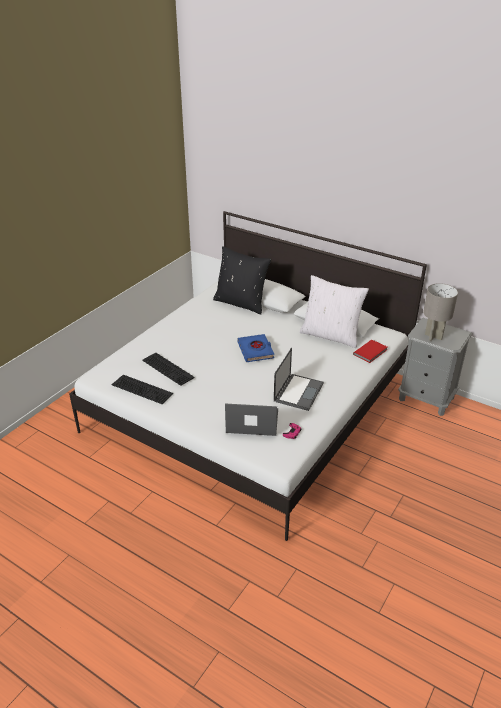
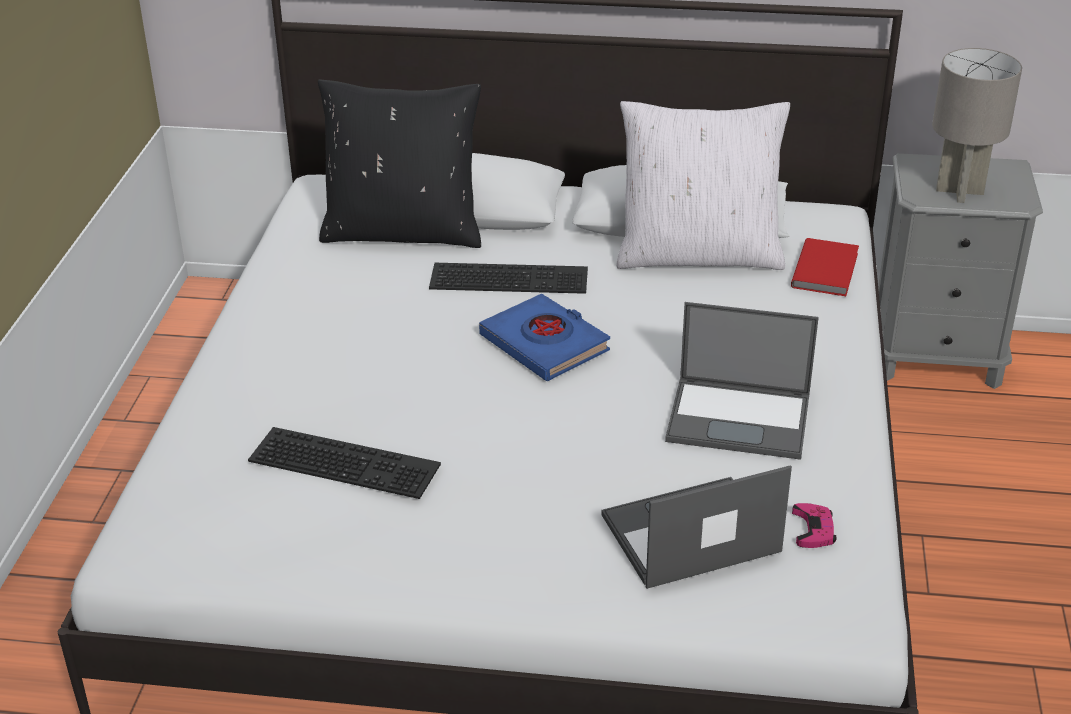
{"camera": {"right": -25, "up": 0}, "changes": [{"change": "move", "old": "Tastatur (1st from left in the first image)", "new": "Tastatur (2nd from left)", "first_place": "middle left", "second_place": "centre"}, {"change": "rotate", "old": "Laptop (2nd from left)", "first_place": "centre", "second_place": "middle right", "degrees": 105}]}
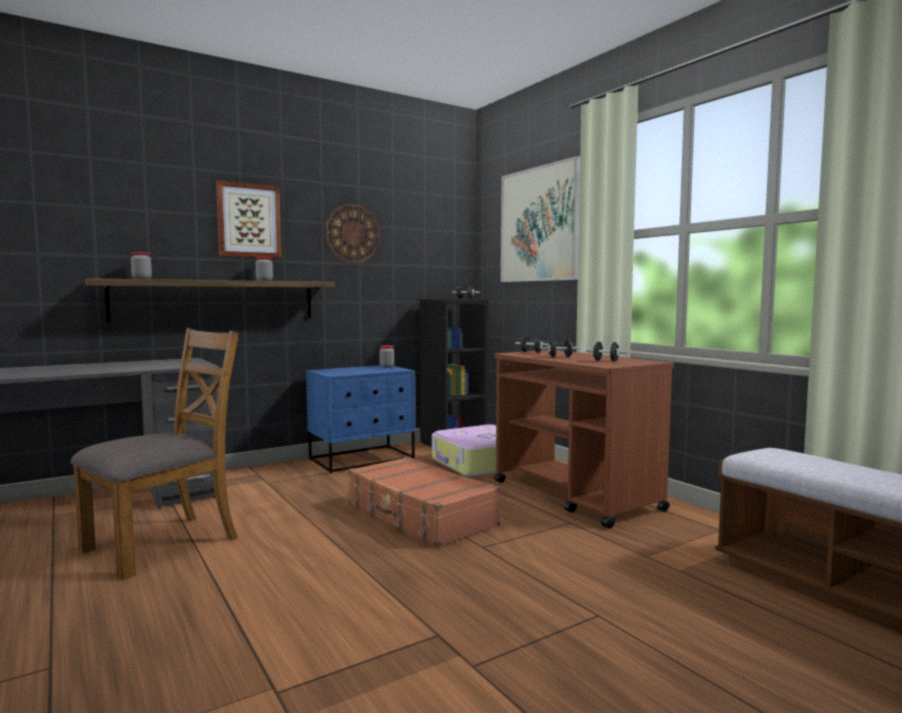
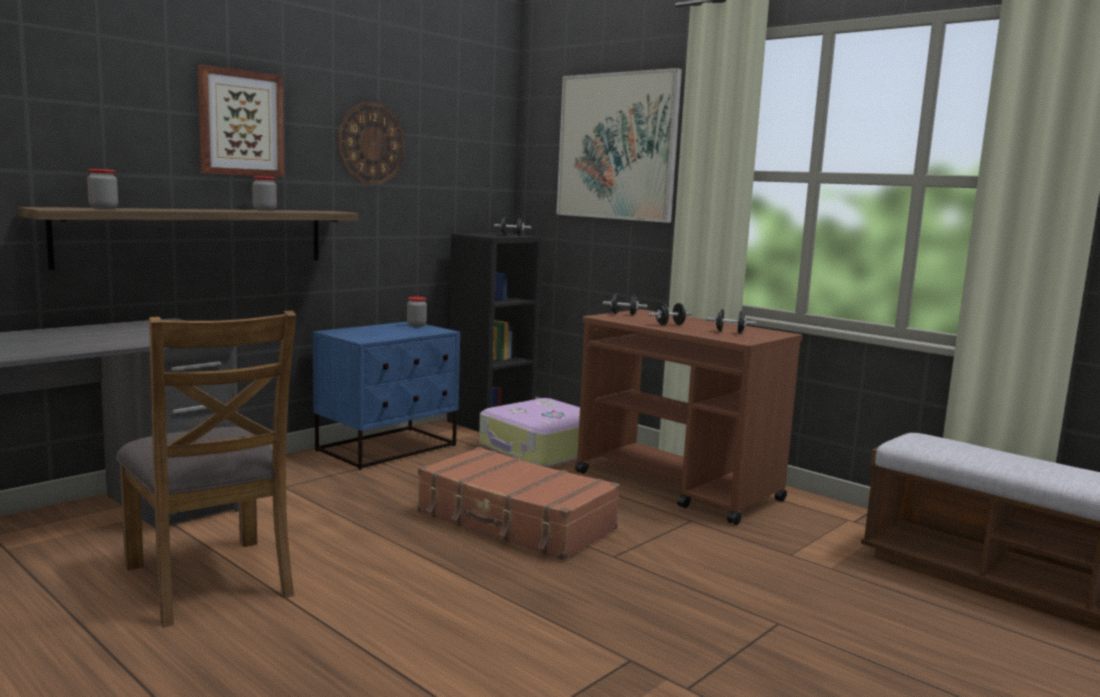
{"camera": {"right": -15, "up": 5}, "changes": [{"change": "rotate", "old": "Stuhl (braun)", "first_place": "middle left", "second_place": "bottom left", "degrees": 120}]}
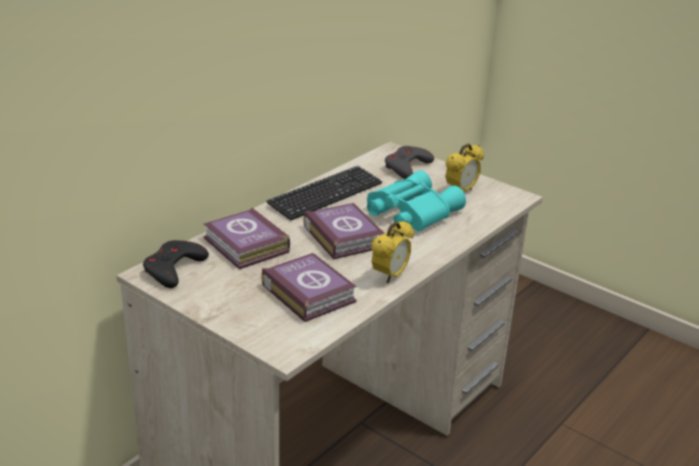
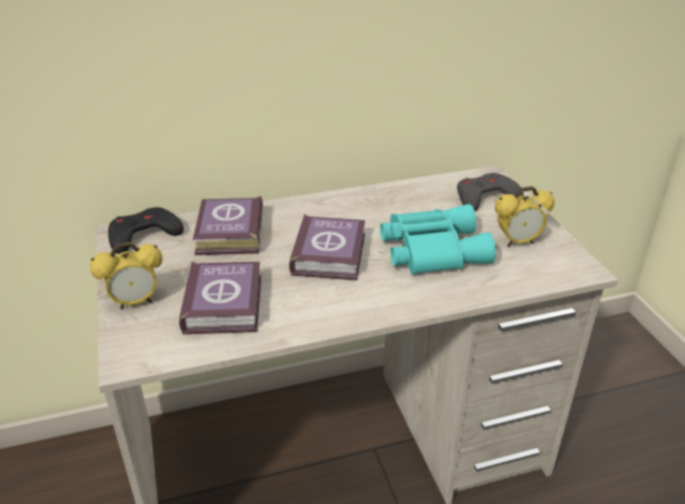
{"camera": {"right": 35, "up": 5}, "changes": [{"change": "move", "old": "Wecker (1st from left)", "first_place": "centre", "second_place": "middle left"}, {"change": "delete", "old": "Tastatur", "first_place": "centre"}]}
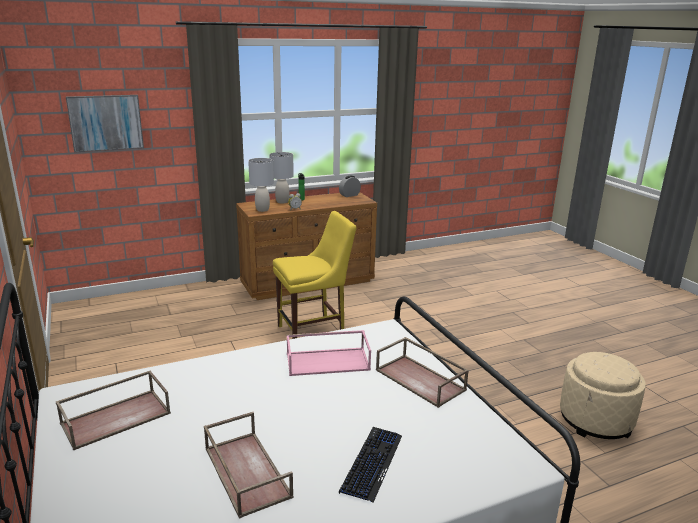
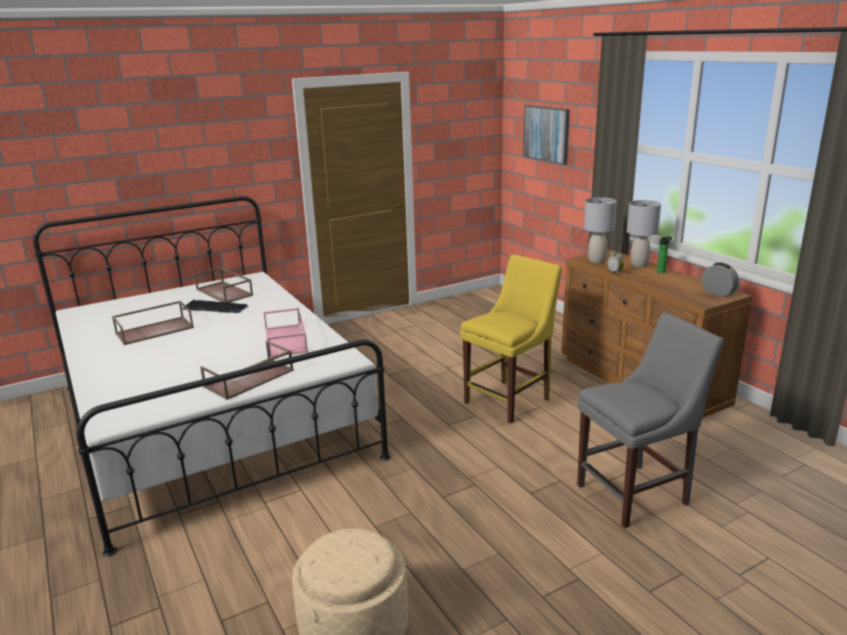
{"camera": {"right": 85, "up": 0}, "changes": [{"change": "move", "old": "Tastatur", "first_place": "bottom centre", "second_place": "middle left"}, {"change": "rotate", "old": "Stuhl (gelb)", "first_place": "centre", "second_place": "centre", "degrees": -105}, {"change": "insert", "new": "Stuhl (grau)", "second_place": "middle right"}]}
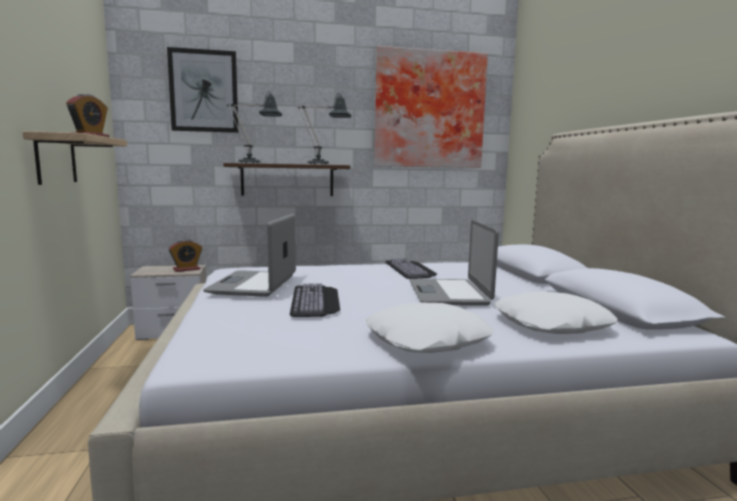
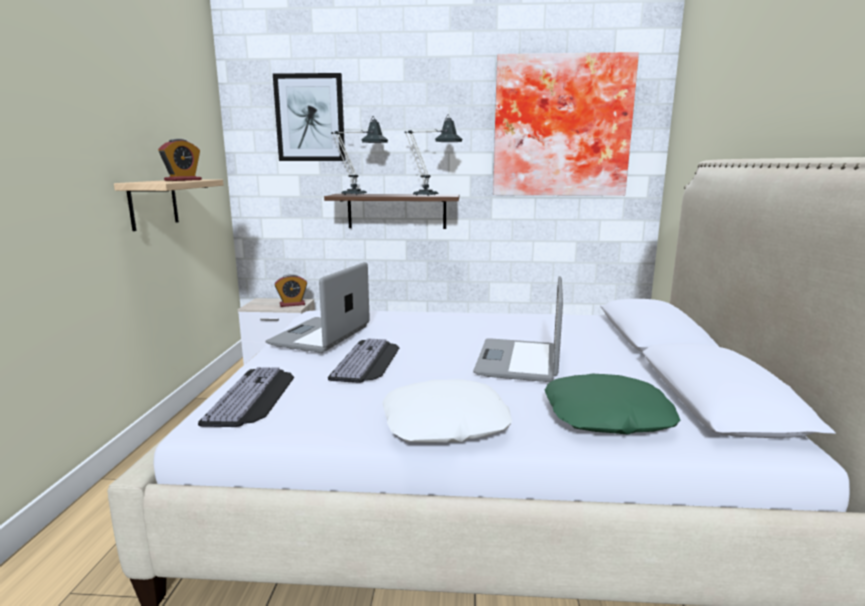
{"camera": {"right": 15, "up": 5}, "changes": [{"change": "move", "old": "Tastatur (2nd from left in the first image)", "new": "Tastatur (1st from left)", "first_place": "centre", "second_place": "middle left"}, {"change": "recolor", "old": "Kissen (weiß) (2nd from left)", "new": "Kissen (grün)", "first_place": "middle right", "second_place": "bottom right"}]}
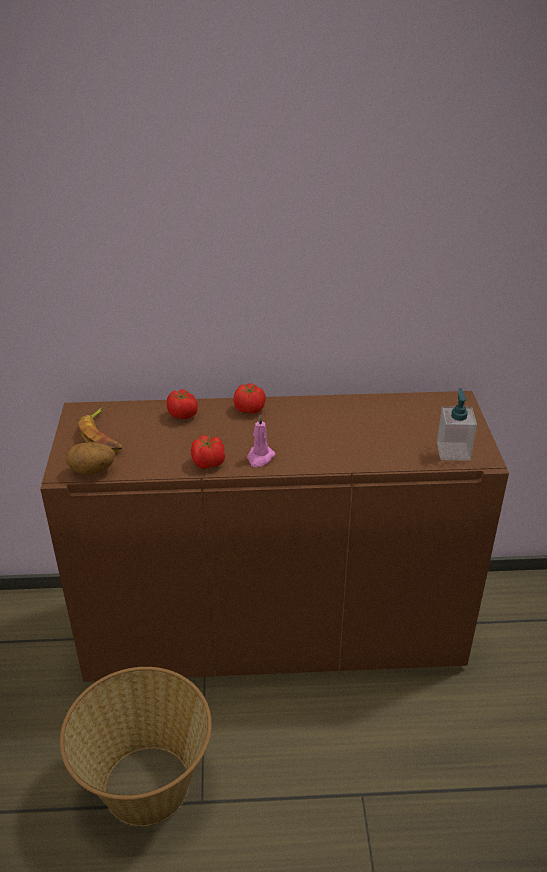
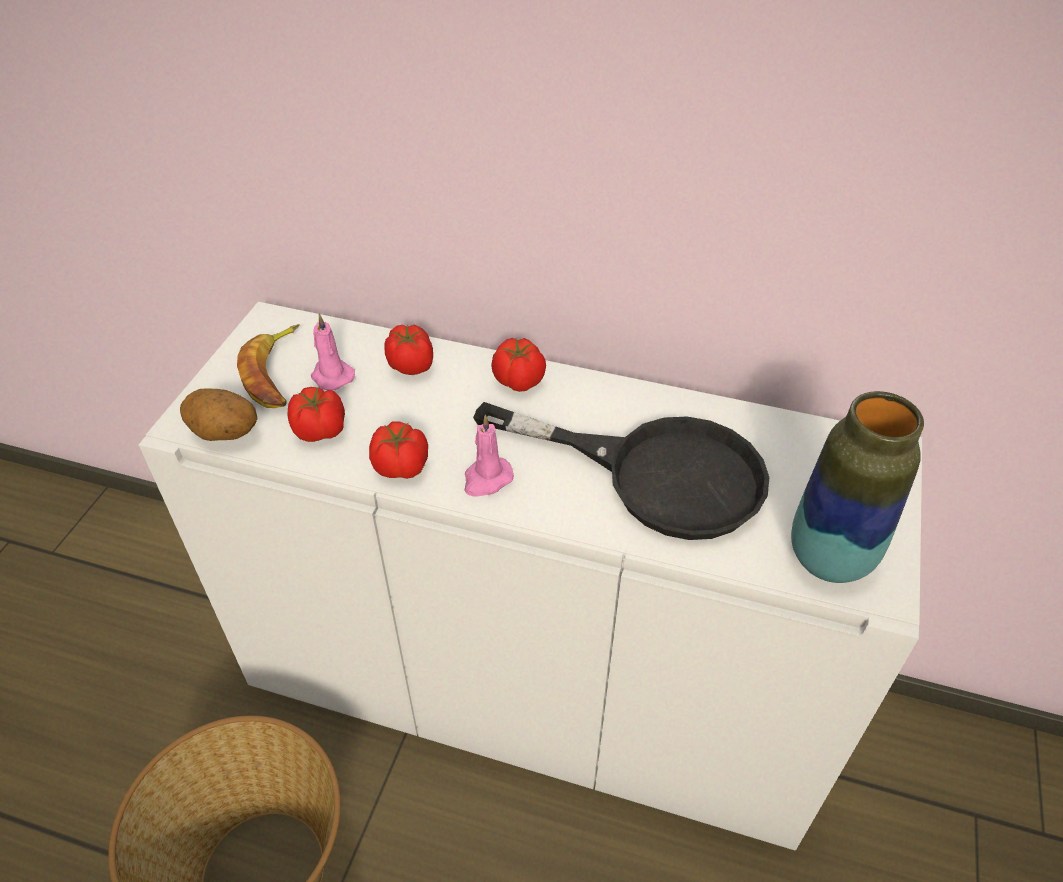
{"camera": {"right": 20, "up": 10}, "changes": [{"change": "recolor", "old": "Schrank (braun)", "new": "Schrank (weiß)", "first_place": "centre", "second_place": "centre"}, {"change": "insert", "new": "Tomate (1st from left)", "second_place": "middle left"}, {"change": "insert", "new": "Kerze (rosa) (1st from left)", "second_place": "middle left"}, {"change": "insert", "new": "Pfanne (schwarz)", "second_place": "centre"}, {"change": "replace", "old": "Seifenspender", "new": "Vase", "first_place": "middle right", "second_place": "middle right"}]}
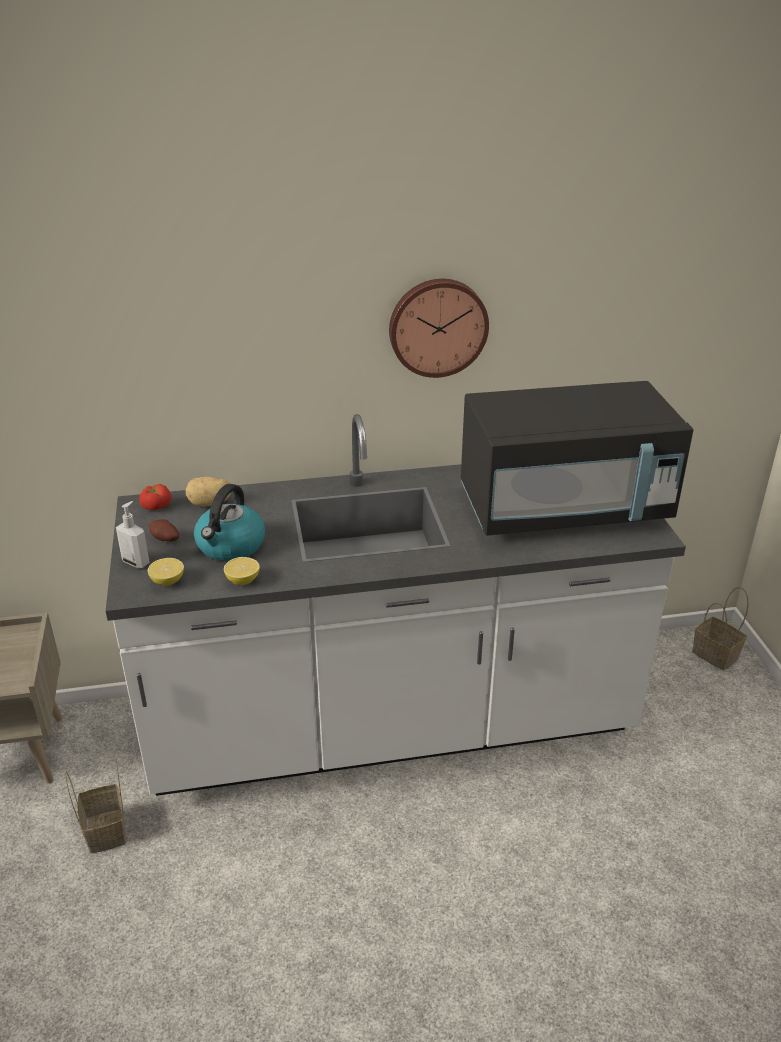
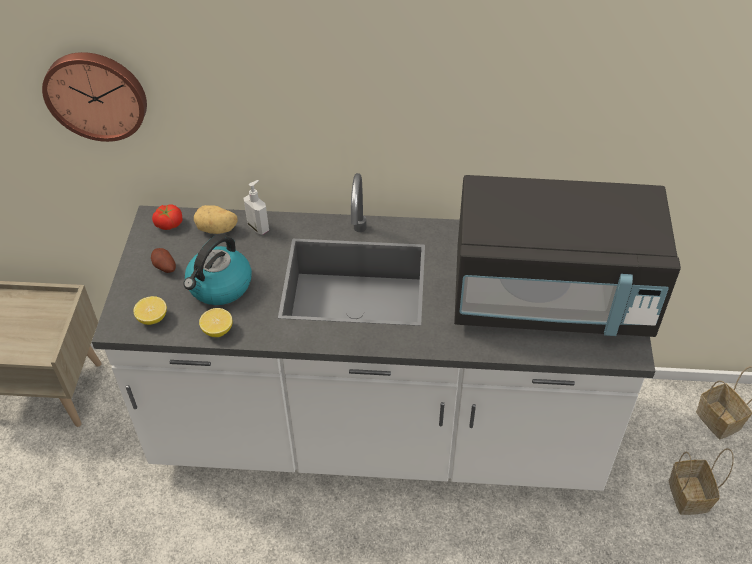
{"camera": {"right": 15, "up": 15}, "changes": [{"change": "move", "old": "Wanduhr", "first_place": "top centre", "second_place": "top left"}, {"change": "move", "old": "Seifenspender", "first_place": "middle left", "second_place": "centre"}, {"change": "move", "old": "Korb (1st from left)", "first_place": "bottom left", "second_place": "bottom right"}]}
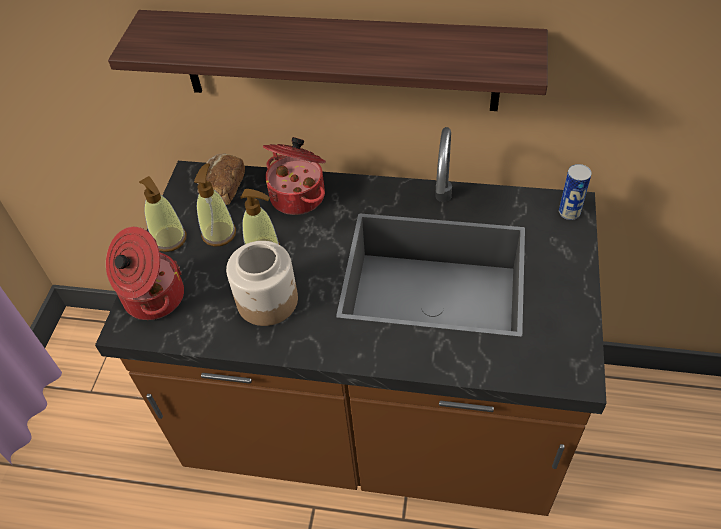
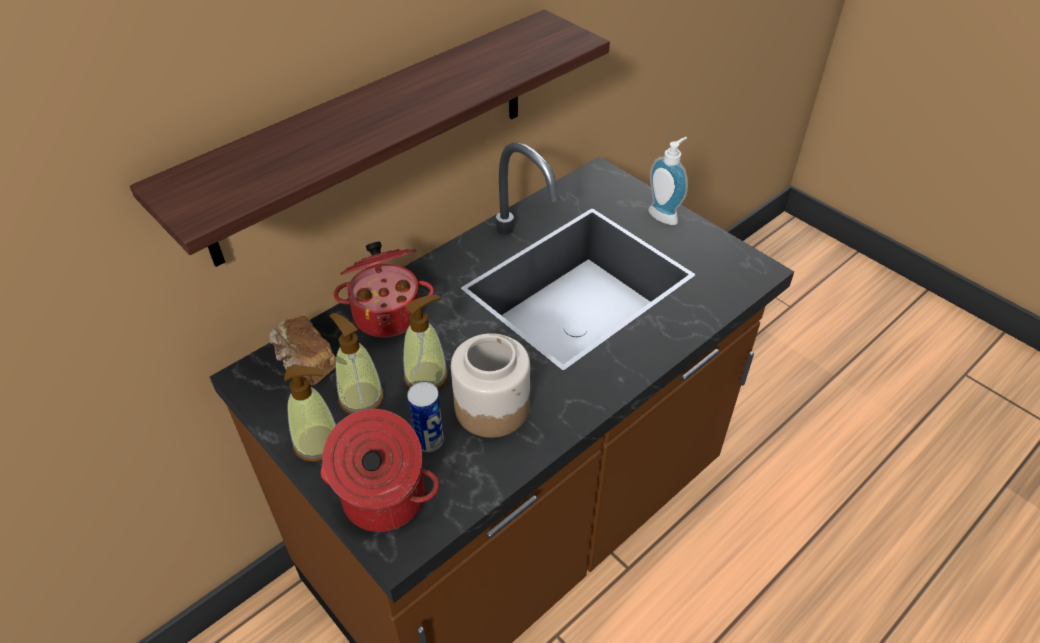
{"camera": {"right": -55, "up": -5}, "changes": [{"change": "move", "old": "Dose", "first_place": "middle right", "second_place": "centre"}, {"change": "insert", "new": "Seifenspender (4th from left)", "second_place": "top centre"}]}
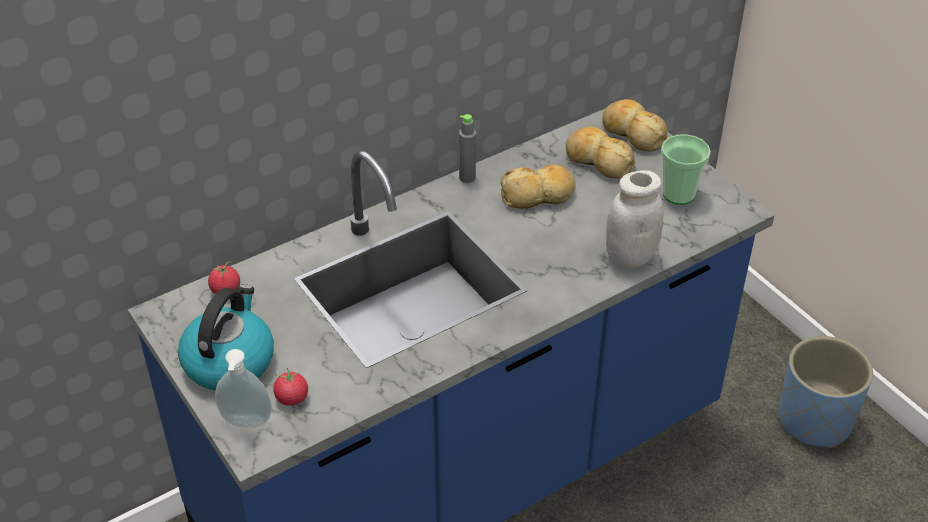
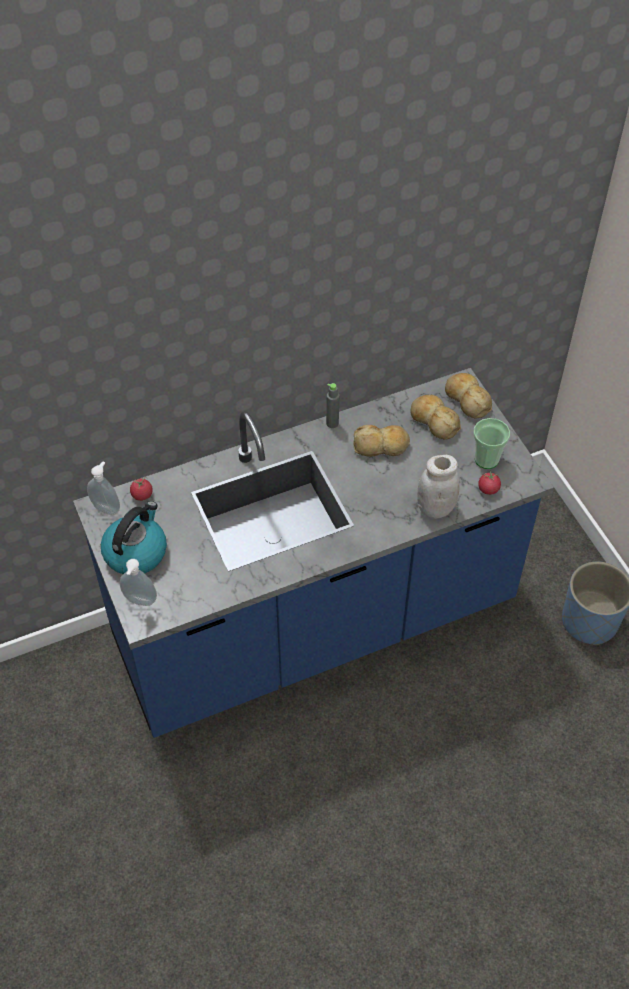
{"camera": {"right": 10, "up": 10}, "changes": [{"change": "insert", "new": "Seifenspender (1st from left)", "second_place": "middle left"}, {"change": "move", "old": "Tomate (2nd from left)", "first_place": "bottom left", "second_place": "middle right"}]}
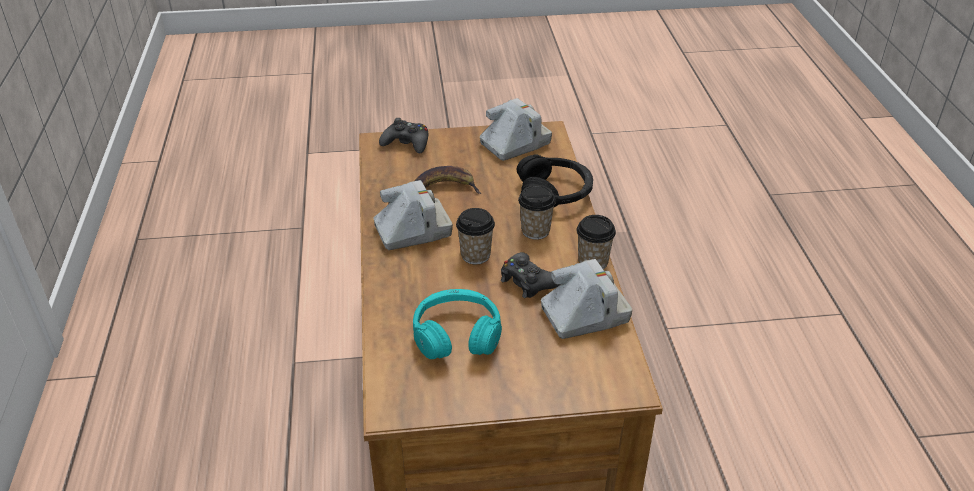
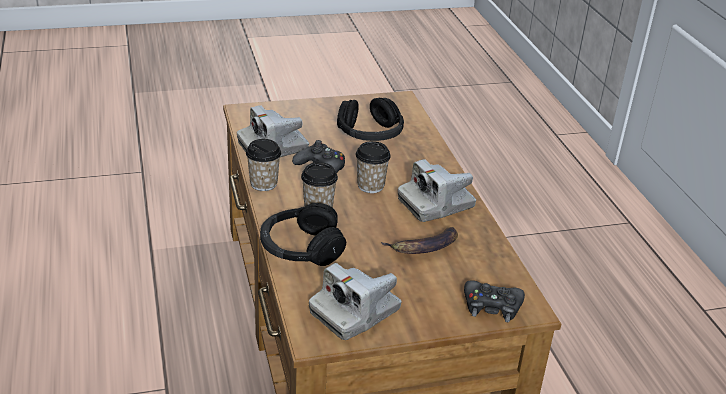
{"camera": {"right": 170, "up": -5}, "changes": [{"change": "recolor", "old": "Kopfhörer (türkis)", "new": "Kopfhörer (schwarz) (2nd from left)", "first_place": "centre", "second_place": "top centre"}]}
